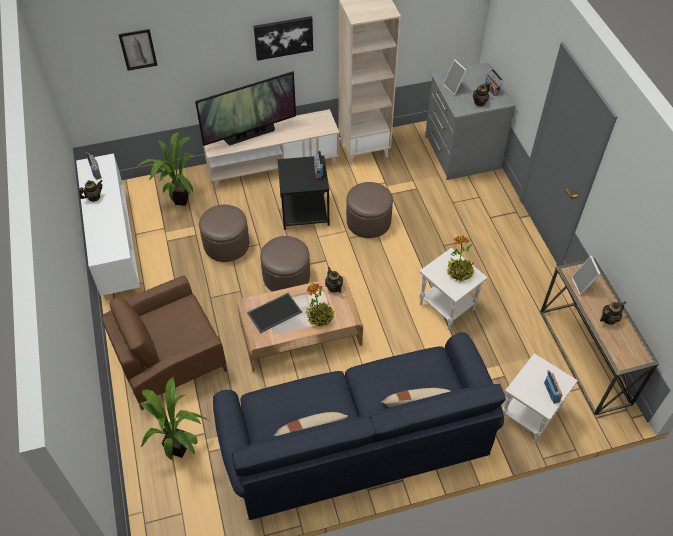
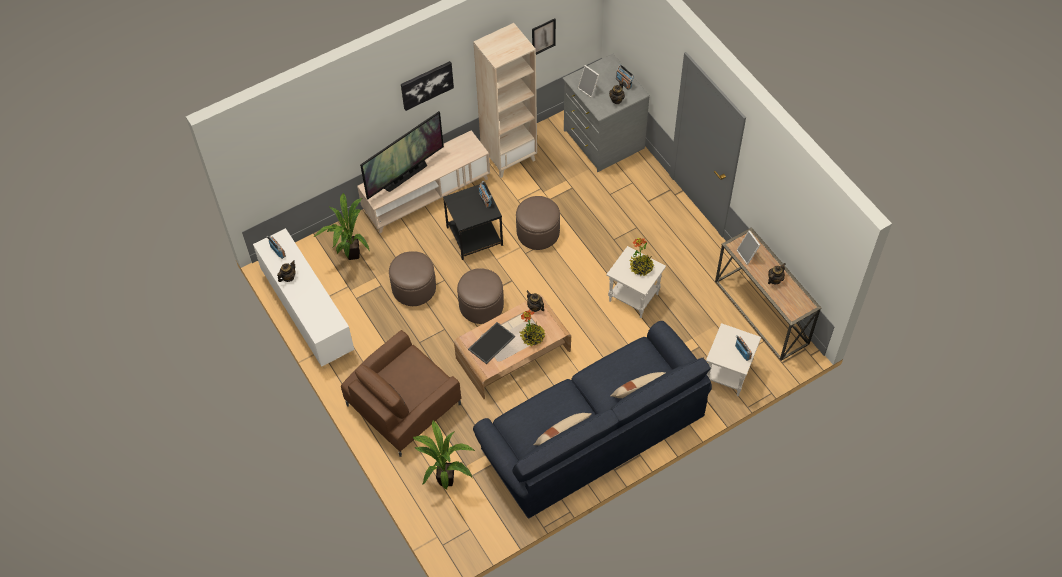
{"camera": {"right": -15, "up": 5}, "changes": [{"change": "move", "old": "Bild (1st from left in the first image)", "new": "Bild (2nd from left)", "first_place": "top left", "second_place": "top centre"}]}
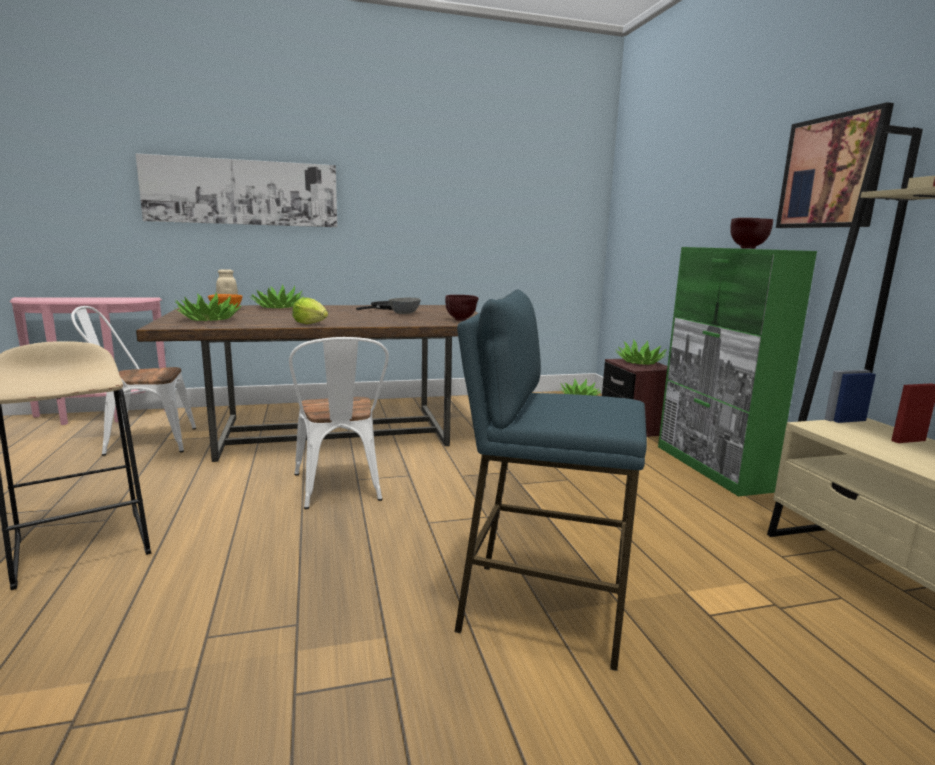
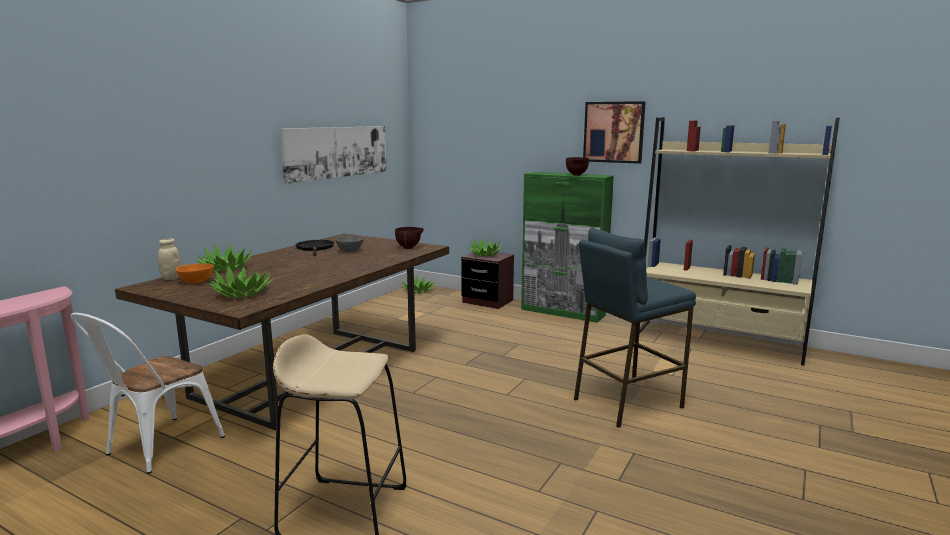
{"camera": {"right": -45, "up": 0}, "changes": [{"change": "move", "old": "Bild (1st from left)", "first_place": "top left", "second_place": "top centre"}, {"change": "delete", "old": "Stuhl (weiß) (2nd from left)", "first_place": "centre"}, {"change": "delete", "old": "Salatkopf", "first_place": "middle left"}]}
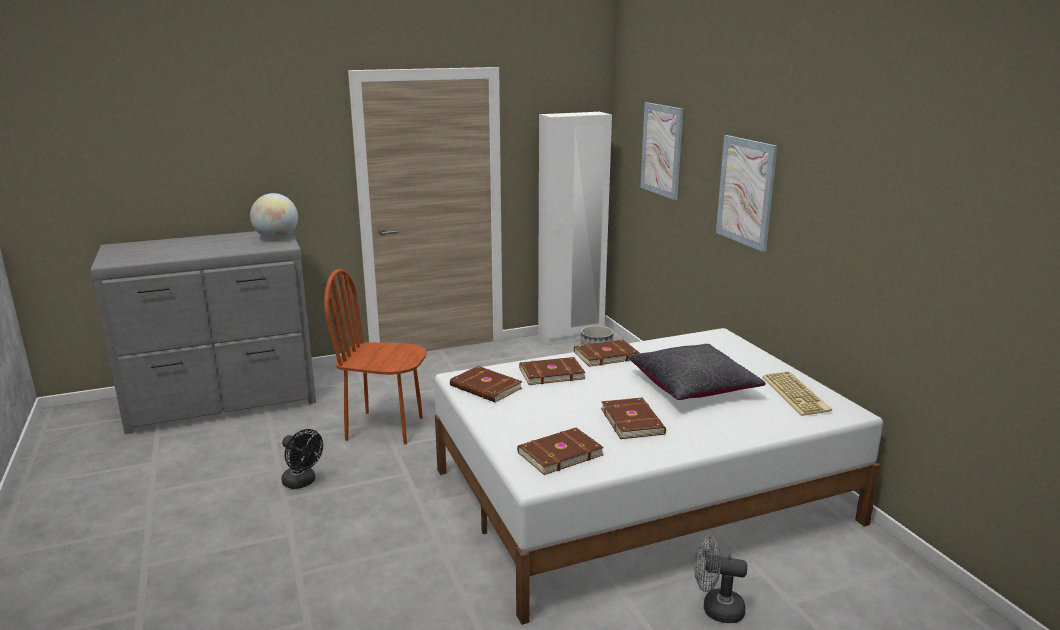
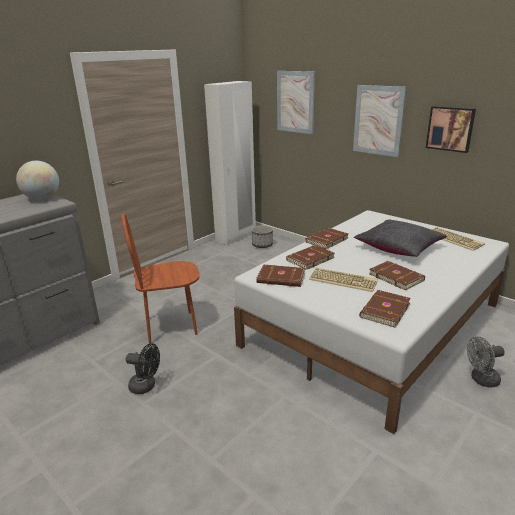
{"camera": {"right": -25, "up": 5}, "changes": [{"change": "insert", "new": "Tastatur (1st from left)", "second_place": "centre"}, {"change": "insert", "new": "Bild (3rd from left)", "second_place": "top right"}]}
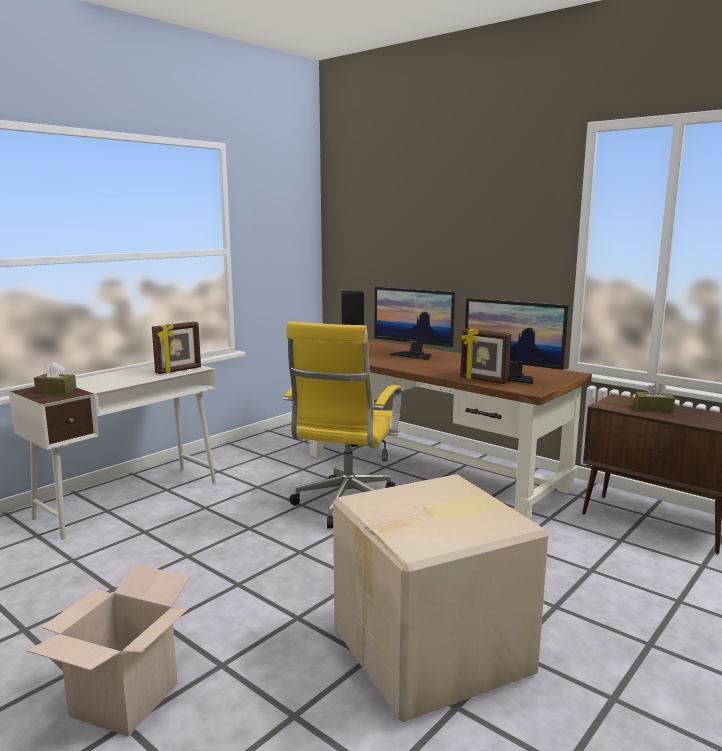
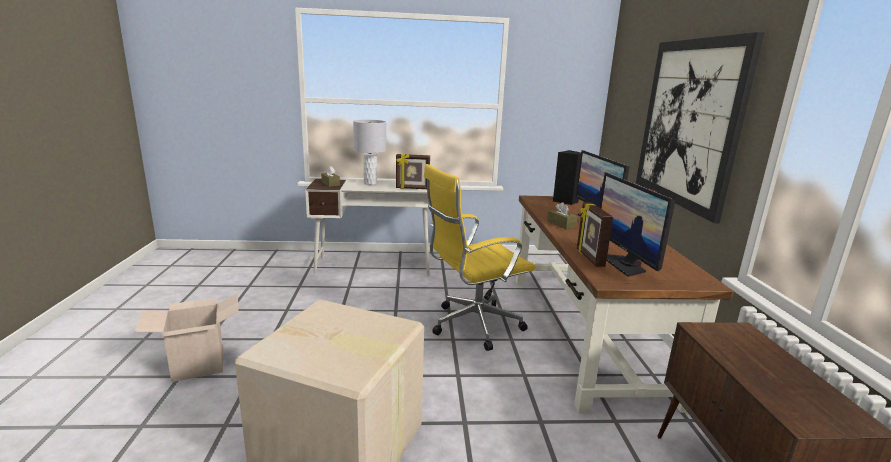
{"camera": {"right": 45, "up": 5}, "changes": [{"change": "insert", "new": "Tischlampe (grau)", "second_place": "top centre"}, {"change": "move", "old": "Taschentuchbox (braun) (2nd from left)", "first_place": "middle right", "second_place": "centre"}, {"change": "insert", "new": "Bild", "second_place": "top right"}]}
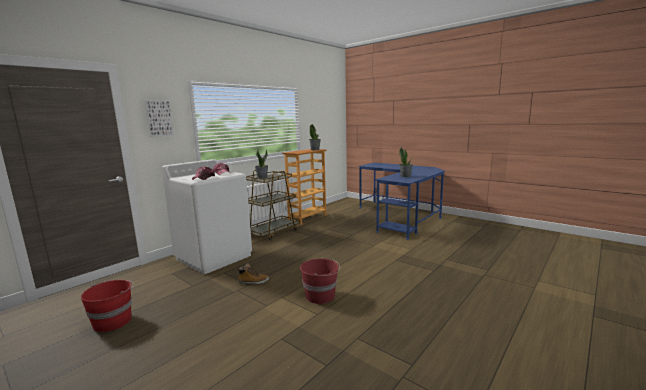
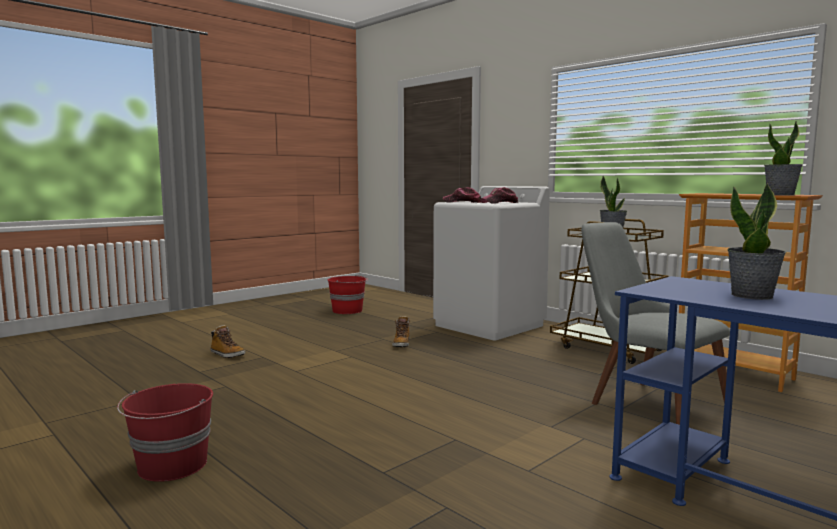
{"camera": {"right": 95, "up": -5}, "changes": [{"change": "move", "old": "Eimer (rot) (2nd from left in the first image)", "new": "Eimer (rot) (1st from left)", "first_place": "bottom centre", "second_place": "bottom left"}, {"change": "insert", "new": "Stiefel (1st from left)", "second_place": "middle left"}, {"change": "insert", "new": "Stuhl (grau)", "second_place": "middle right"}, {"change": "delete", "old": "Bild", "first_place": "top left"}]}
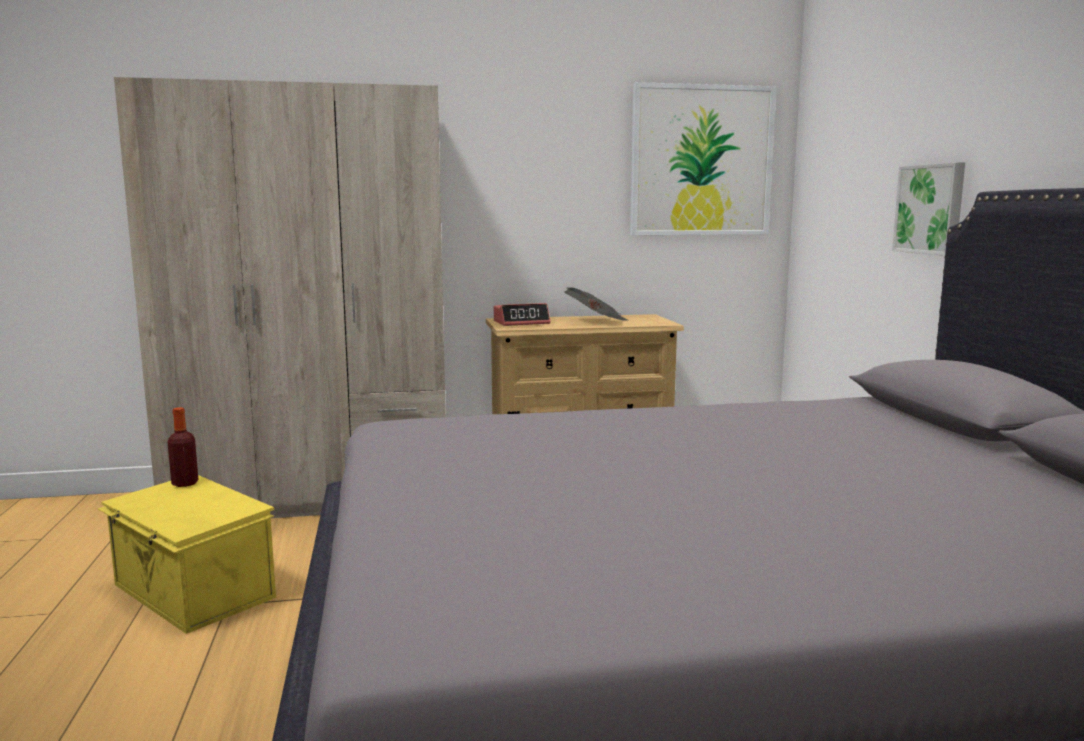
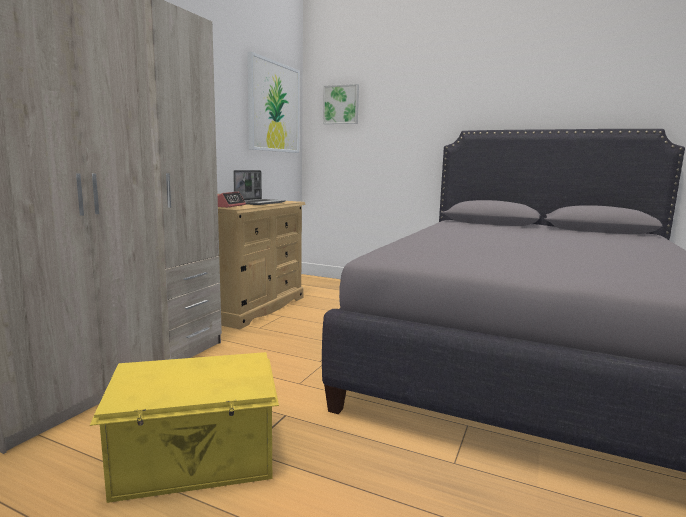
{"camera": {"right": -55, "up": 0}, "changes": [{"change": "replace", "old": "Zeitung", "new": "Laptop", "first_place": "centre", "second_place": "centre"}, {"change": "move", "old": "Bild (2nd from left)", "first_place": "top right", "second_place": "top centre"}, {"change": "delete", "old": "Flasche", "first_place": "middle left"}]}
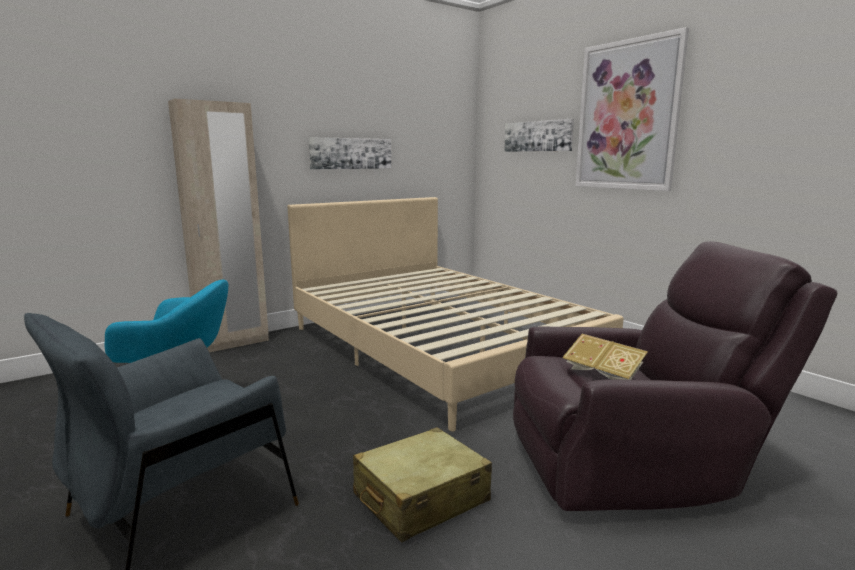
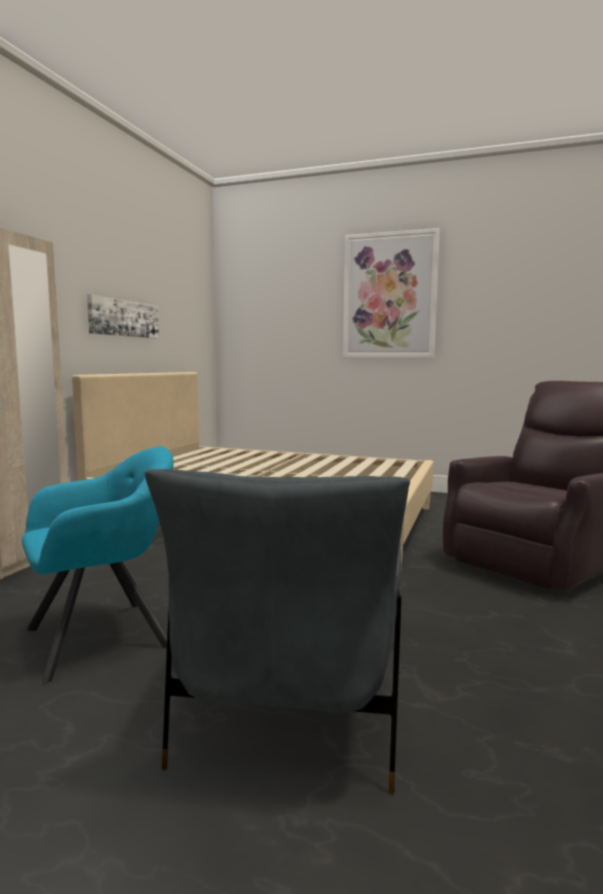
{"camera": {"right": -35, "up": -5}, "changes": [{"change": "delete", "old": "Koffer (beige)", "first_place": "bottom centre"}, {"change": "delete", "old": "Bild (2nd from left)", "first_place": "top centre"}, {"change": "delete", "old": "Buch", "first_place": "middle right"}]}
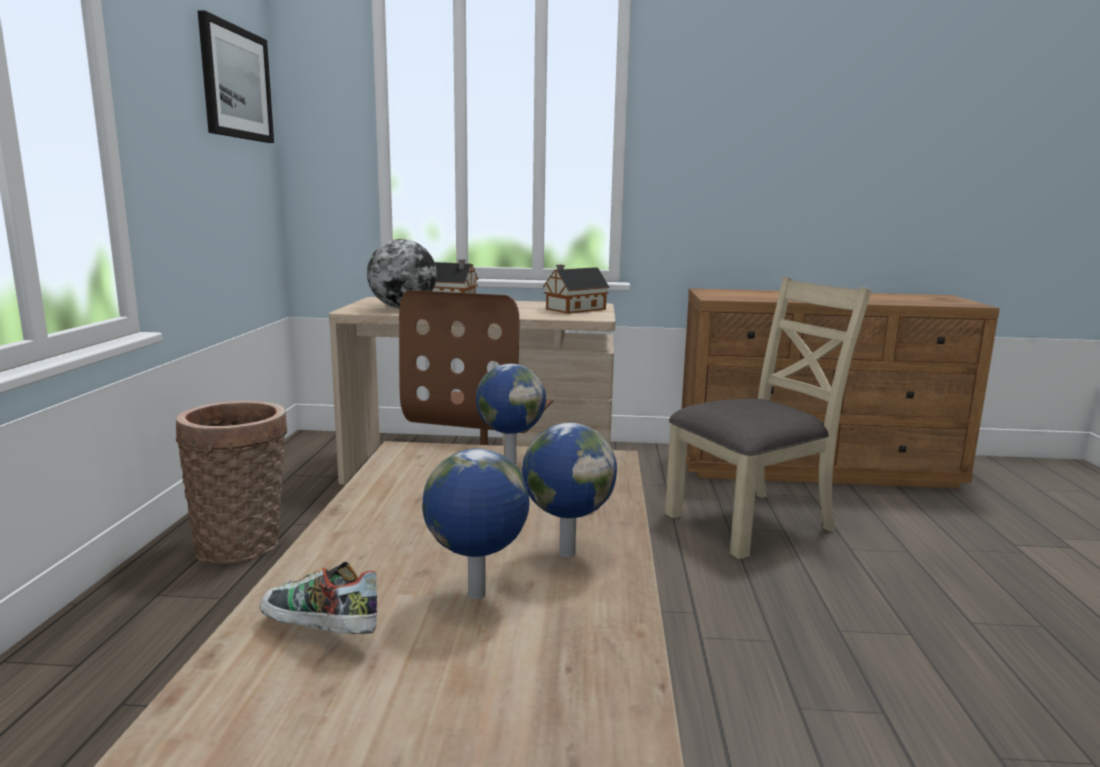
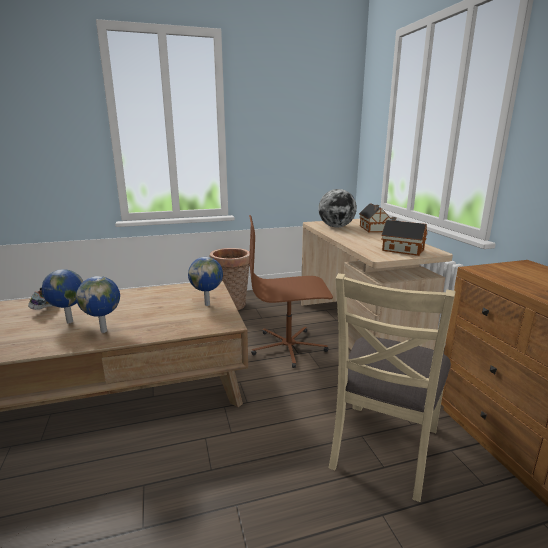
{"camera": {"right": 70, "up": 5}, "changes": [{"change": "rotate", "old": "Stuhl (beige)", "first_place": "middle right", "second_place": "bottom right", "degrees": 75}, {"change": "delete", "old": "Bild", "first_place": "top left"}]}
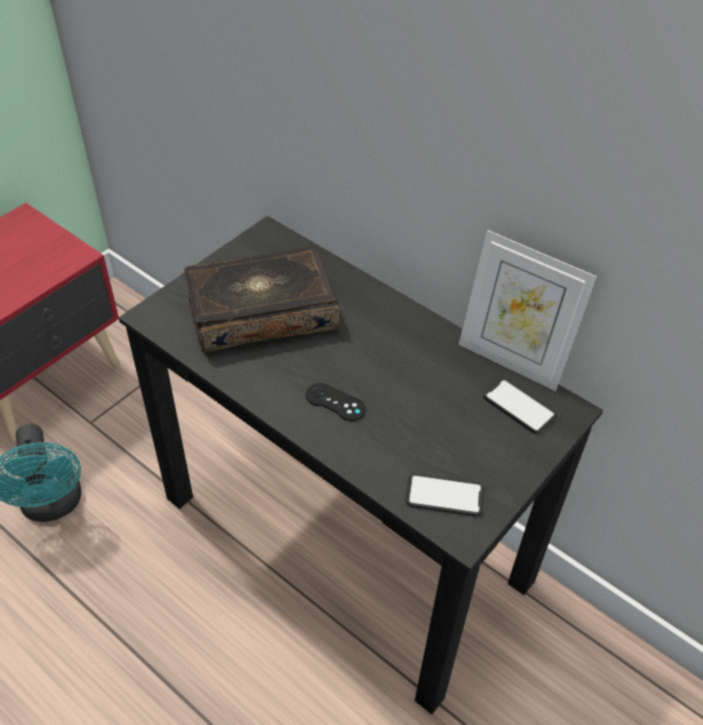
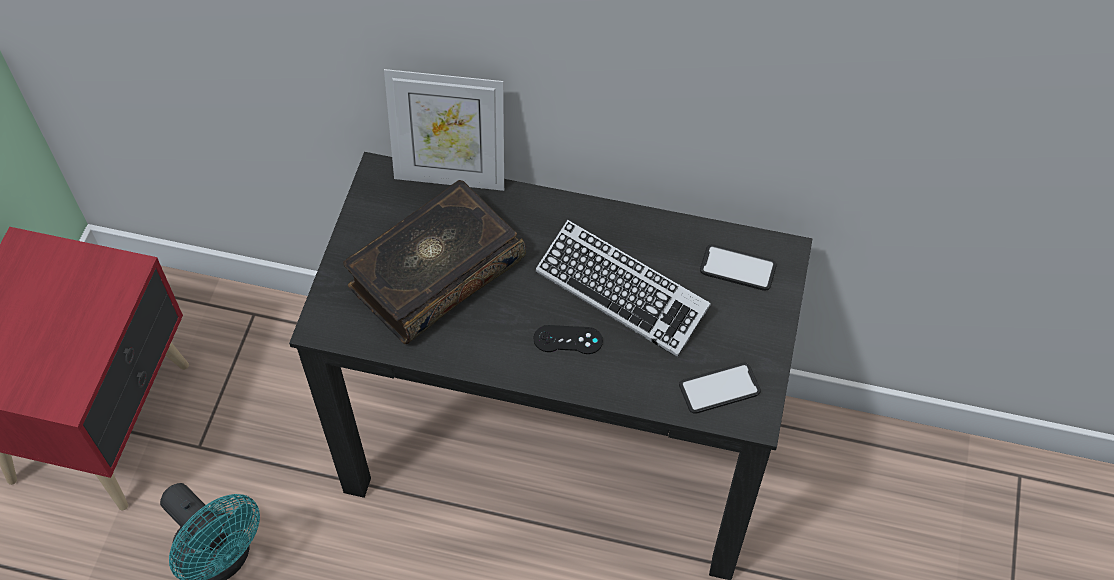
{"camera": {"right": -25, "up": 10}, "changes": [{"change": "move", "old": "Bilderrahmen", "first_place": "middle right", "second_place": "top centre"}, {"change": "insert", "new": "Tastatur", "second_place": "centre"}]}
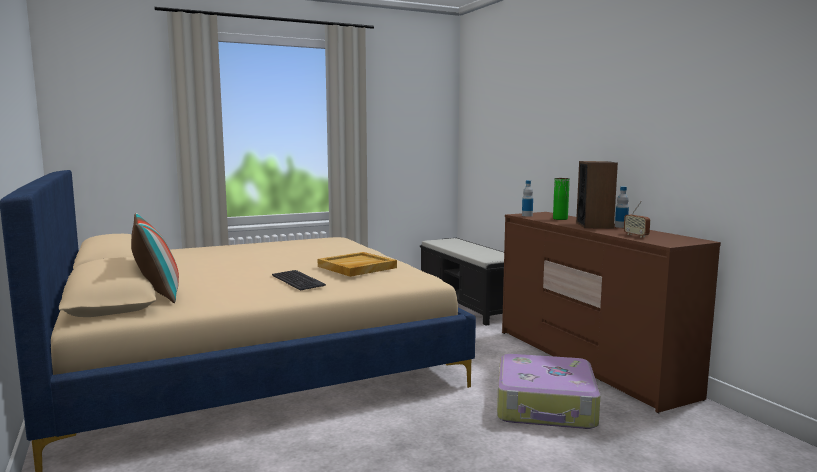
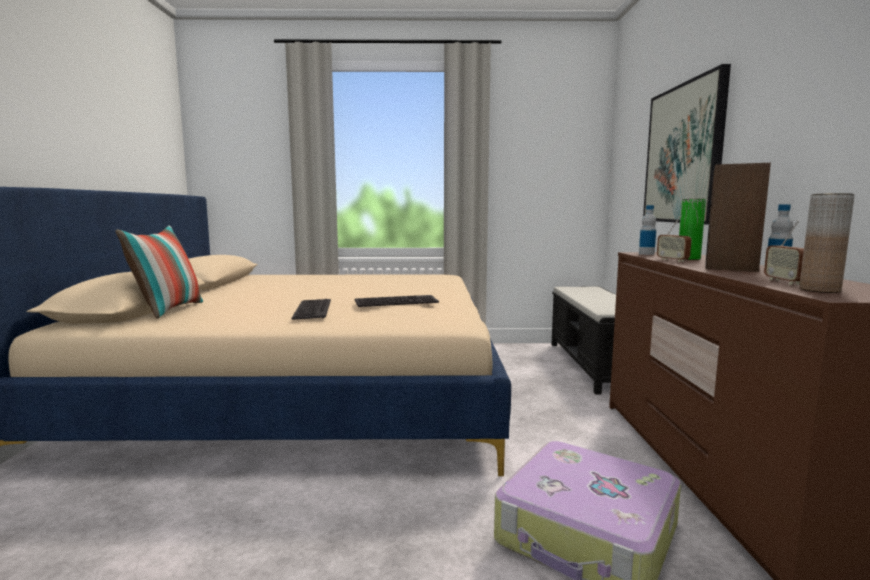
{"camera": {"right": 25, "up": 0}, "changes": [{"change": "replace", "old": "Tablett (beige)", "new": "Tastatur (2nd from left)", "first_place": "centre", "second_place": "centre"}, {"change": "insert", "new": "Bild", "second_place": "top right"}, {"change": "insert", "new": "Radio (1st from left)", "second_place": "middle right"}, {"change": "insert", "new": "Vase (braun)", "second_place": "middle right"}]}
